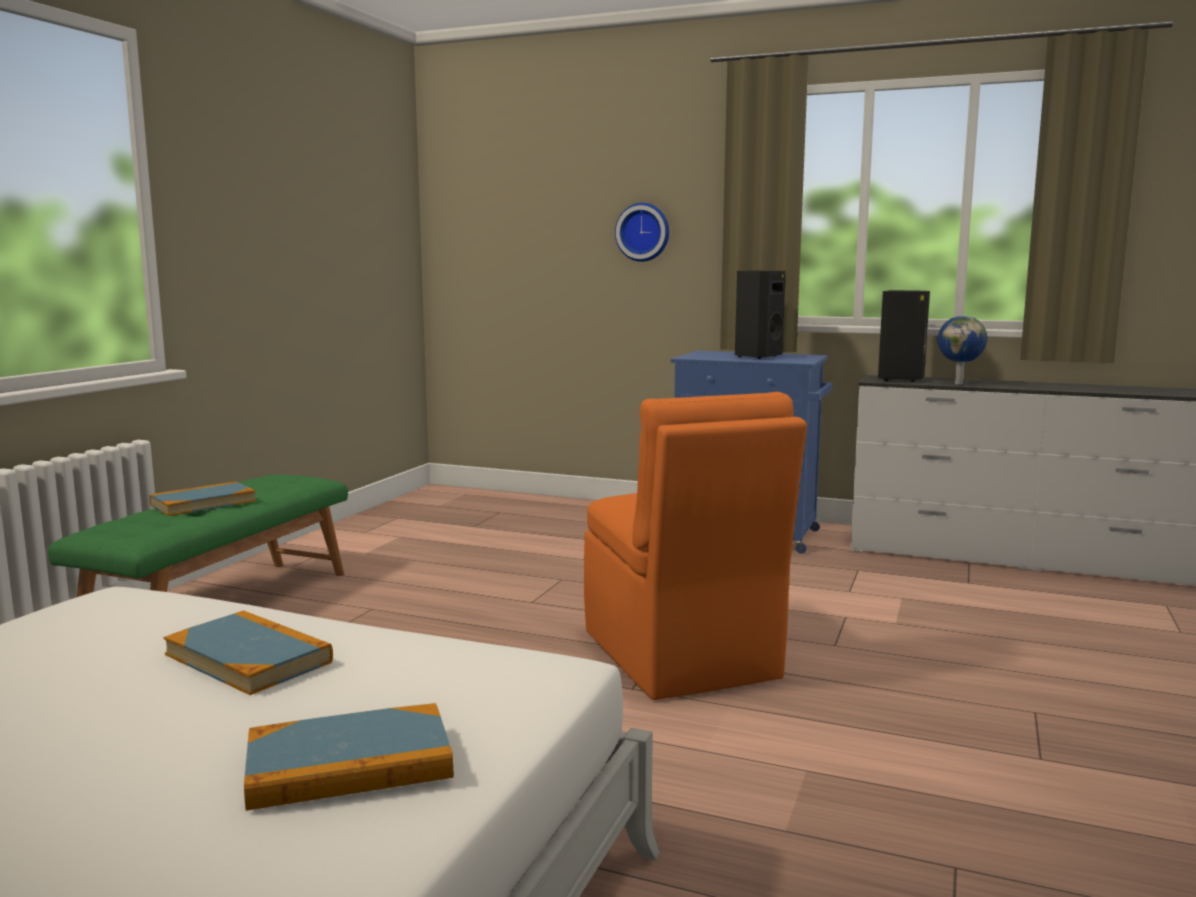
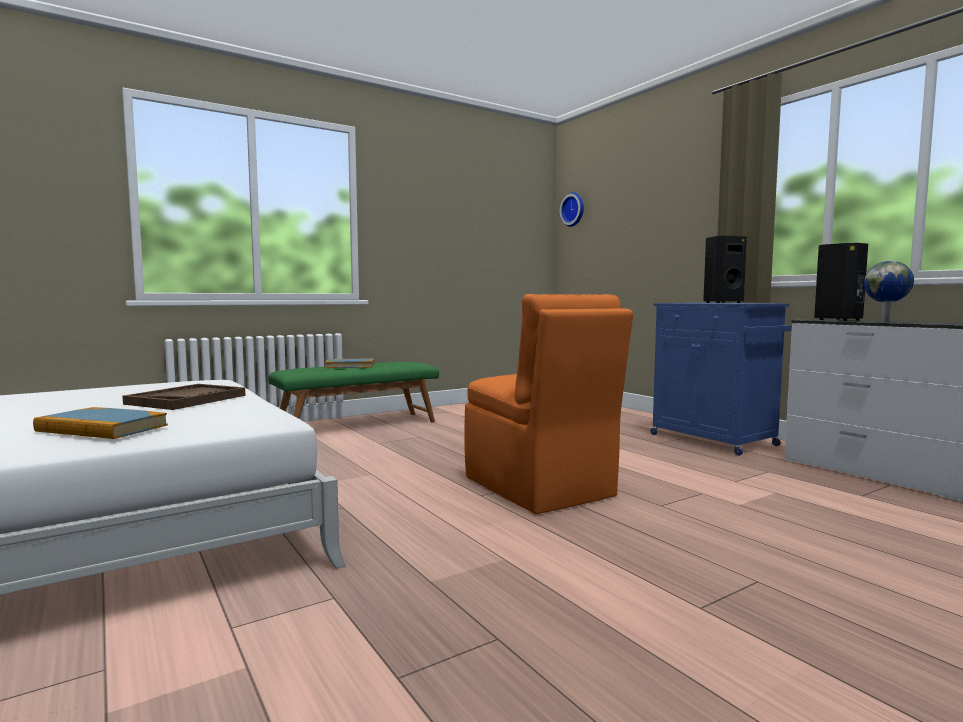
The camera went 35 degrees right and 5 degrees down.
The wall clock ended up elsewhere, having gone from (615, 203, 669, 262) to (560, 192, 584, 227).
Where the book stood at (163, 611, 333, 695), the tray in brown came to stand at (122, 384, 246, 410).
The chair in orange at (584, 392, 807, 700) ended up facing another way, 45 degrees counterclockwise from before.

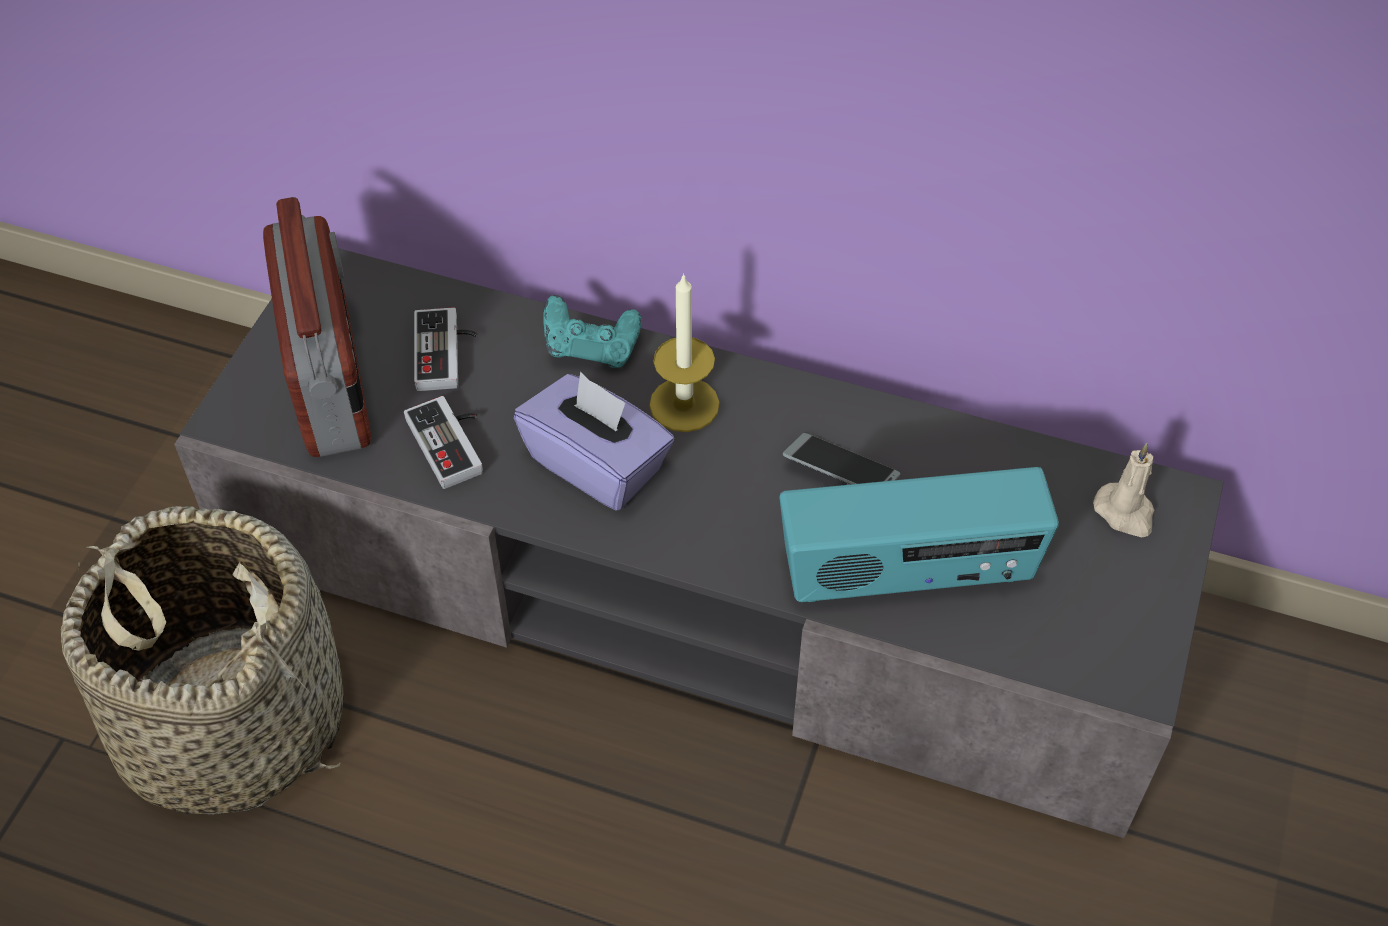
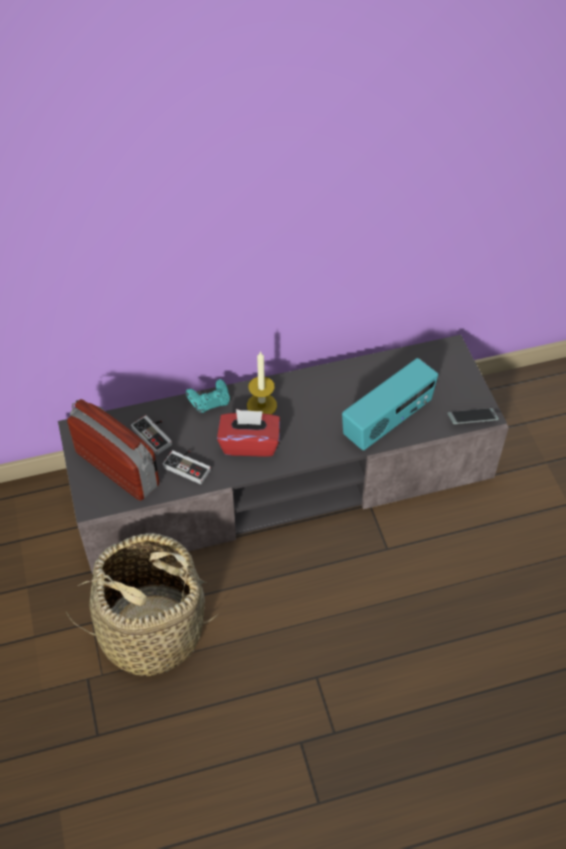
The camera went 35 degrees left and 0 degrees up.
The second view lost the candle in beige at (1093, 443, 1155, 537).
The phone ended up elsewhere, having gone from (783, 433, 900, 484) to (447, 408, 499, 424).
What was the tissue box in purple at (514, 371, 674, 511) turned into the tissue box in red at (217, 409, 280, 457).

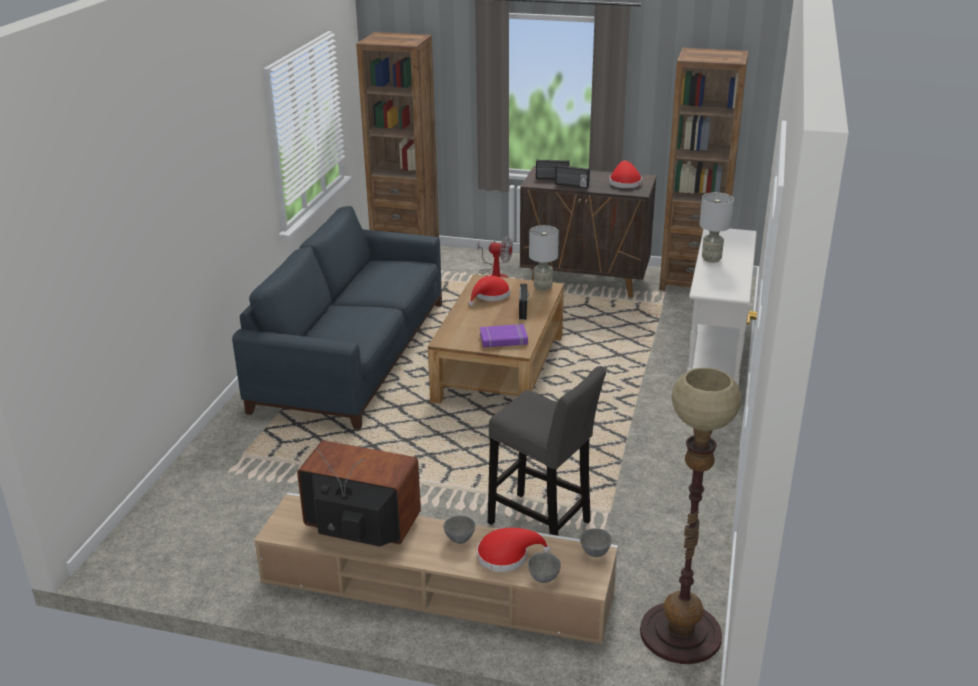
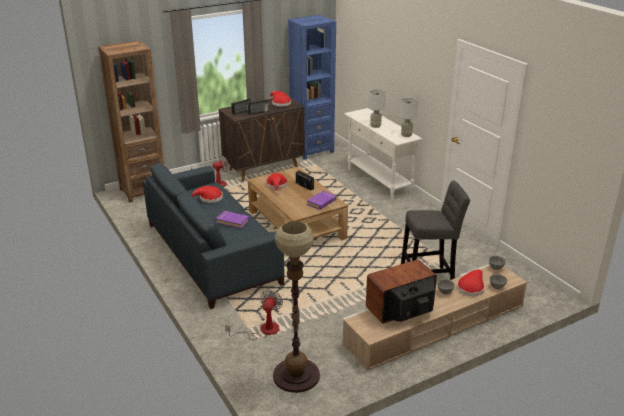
The camera went 45 degrees left and 0 degrees up.
The second view gained the hat in red at (192, 186, 223, 203).
The second view gained the book in purple at (216, 211, 249, 229).
The second view gained the fan at (225, 290, 283, 340).
The table lamp in grey ended up elsewhere, having gone from (529, 225, 559, 291) to (399, 98, 418, 137).
The floor lamp ended up elsewhere, having gone from (640, 368, 742, 664) to (273, 221, 320, 393).
What was the bookcase in brown at (659, 48, 748, 291) turned into the bookcase in blue at (288, 15, 336, 160).

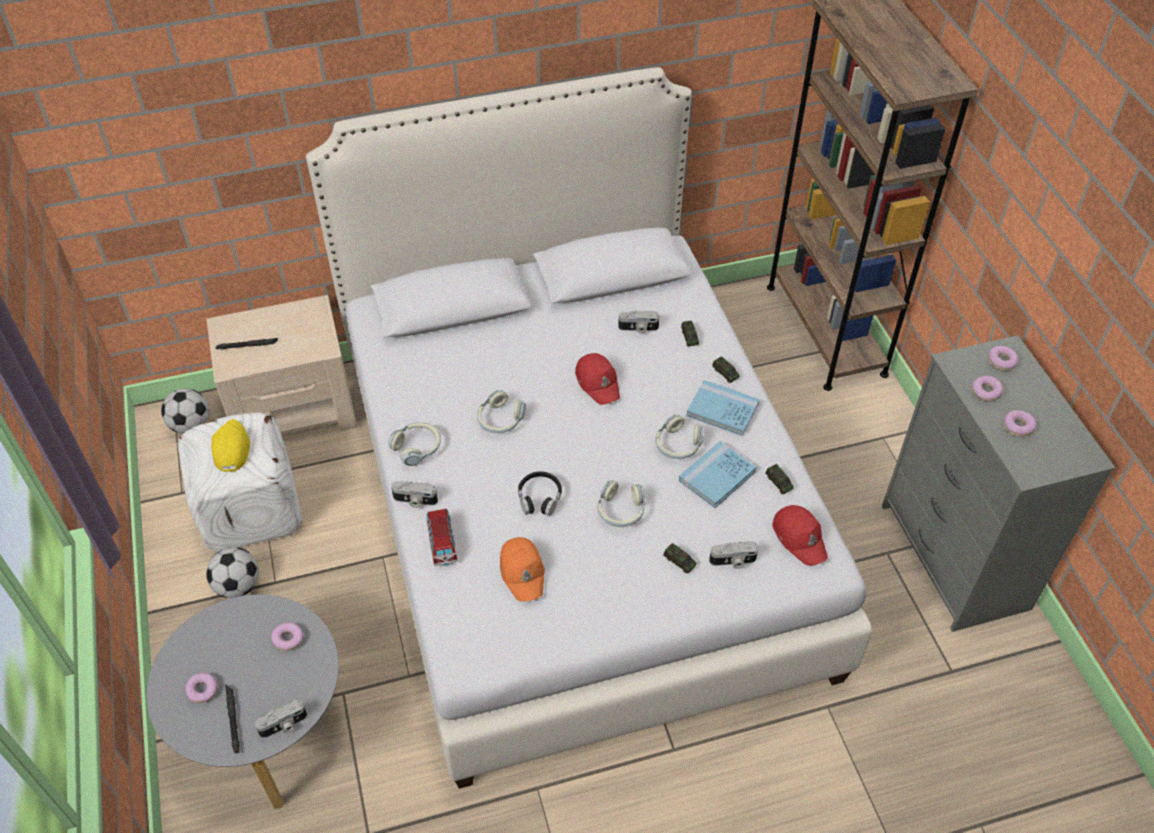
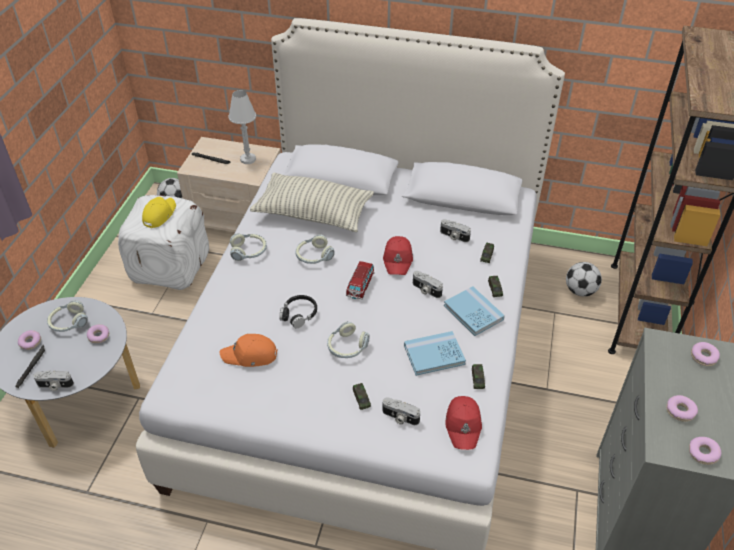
The camera went 30 degrees right and 5 degrees down.
The second view gained the table lamp in white at (228, 90, 256, 164).
The second view gained the pillow at (250, 173, 374, 232).
The football ended up elsewhere, having gone from (206, 547, 259, 598) to (566, 262, 602, 296).
The photo camera ended up elsewhere, having gone from (391, 481, 438, 508) to (413, 271, 443, 298).
The toy car ended up elsewhere, having gone from (426, 509, 458, 566) to (346, 261, 375, 300).
The headphones ended up elsewhere, having gone from (655, 414, 704, 459) to (47, 300, 88, 332).
The donut ended up elsewhere, having gone from (972, 376, 1003, 402) to (689, 437, 721, 465).
The cap in orange at (500, 537, 545, 602) ended up facing another way, 75 degrees clockwise from before.

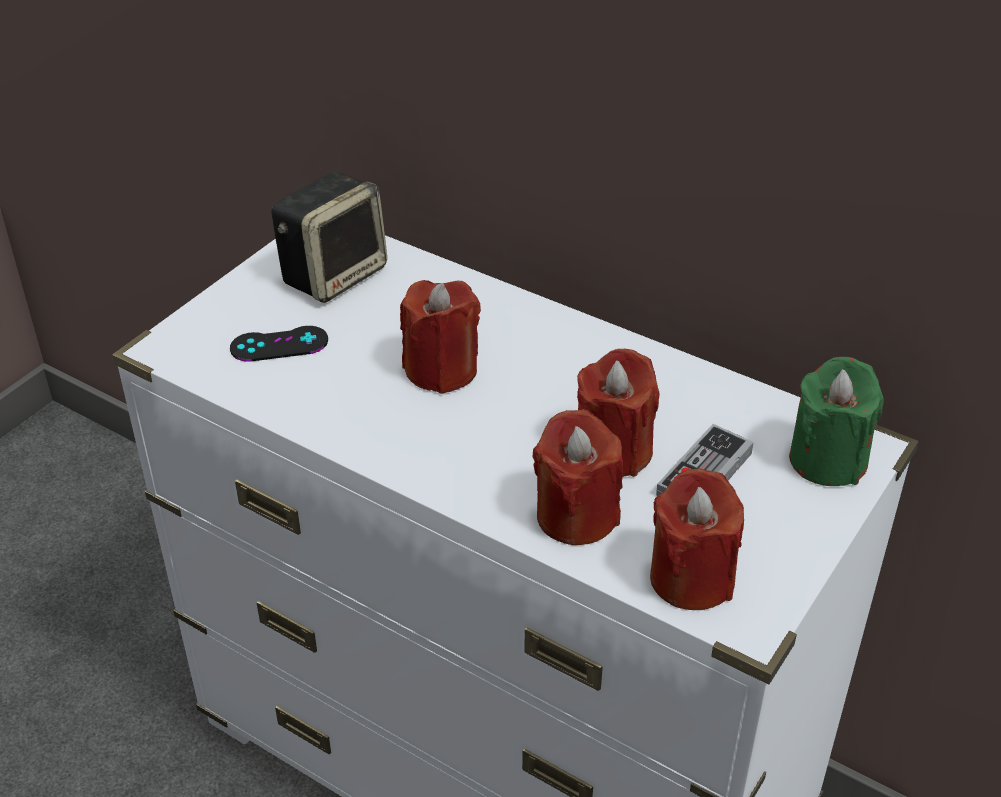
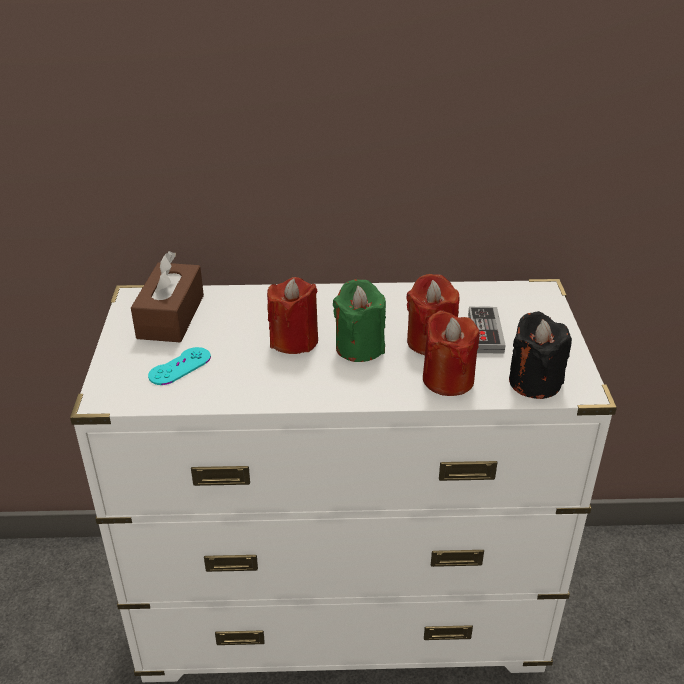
The camera went 35 degrees left and 5 degrees down.
The candle in green ended up elsewhere, having gone from (789, 357, 884, 486) to (333, 279, 386, 362).
Where the speaker stood at (271, 172, 387, 303), the tissue box in brown came to stand at (131, 251, 204, 343).
What was the game controller in black at (230, 326, 328, 362) turned into the game controller in turquoise at (148, 347, 211, 385).
What was the candle in red at (650, 468, 744, 610) turned into the candle in black at (509, 312, 572, 399).

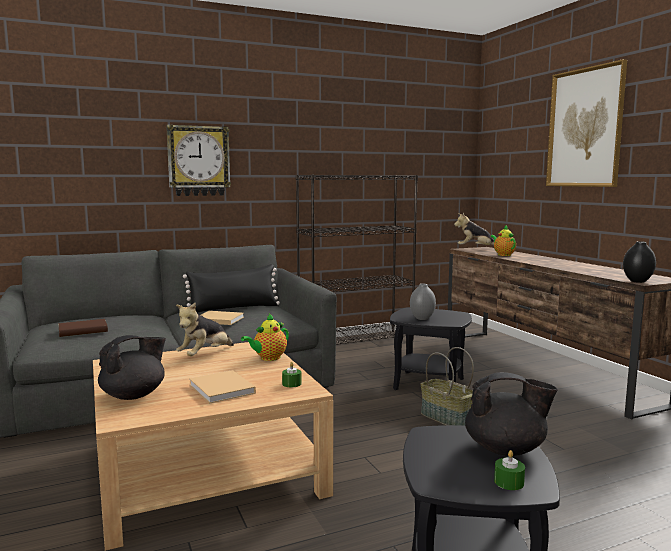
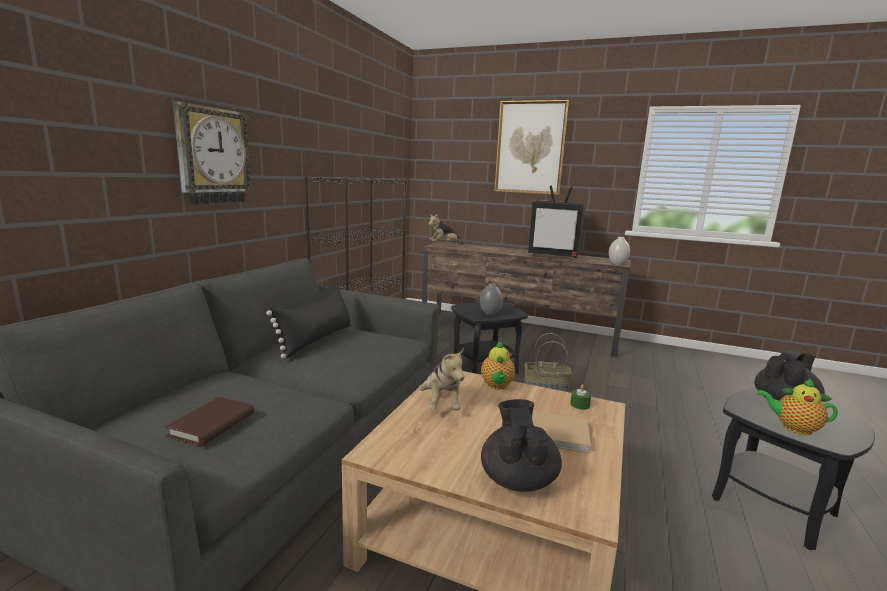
The camera went 45 degrees left and 5 degrees up.
The second view lost the book in beige at (201, 311, 244, 325).
The second view lost the candle in green at (494, 450, 525, 490).
The second view gained the television at (528, 185, 586, 258).
The teapot ended up elsewhere, having gone from (490, 226, 516, 256) to (756, 378, 838, 435).
What was the vase in black at (623, 241, 656, 283) turned into the vase in white at (609, 237, 630, 265).

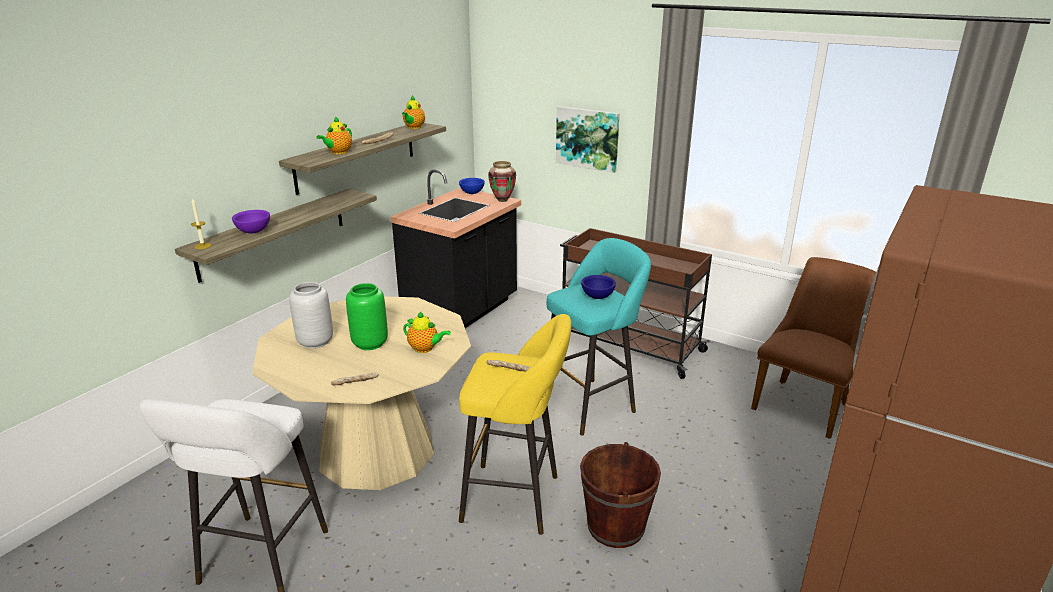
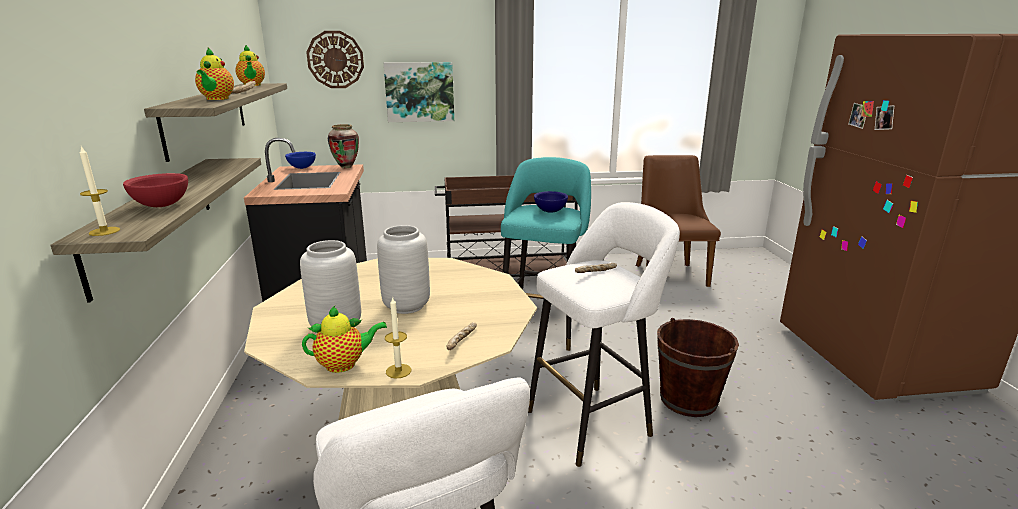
The camera went 40 degrees left and 5 degrees down.
The second view gained the wall clock at (306, 31, 364, 88).
The second view gained the candle at (385, 296, 411, 378).
The teapot ended up elsewhere, having gone from (403, 312, 451, 353) to (302, 306, 387, 373).
What was the bowl in purple at (232, 210, 270, 233) turned into the bowl in red at (123, 173, 188, 207).
What was the vase in green at (346, 283, 388, 350) turned into the vase in grey at (377, 225, 430, 314).
What was the stool in yellow at (459, 314, 571, 535) turned into the stool in white at (528, 202, 680, 467).

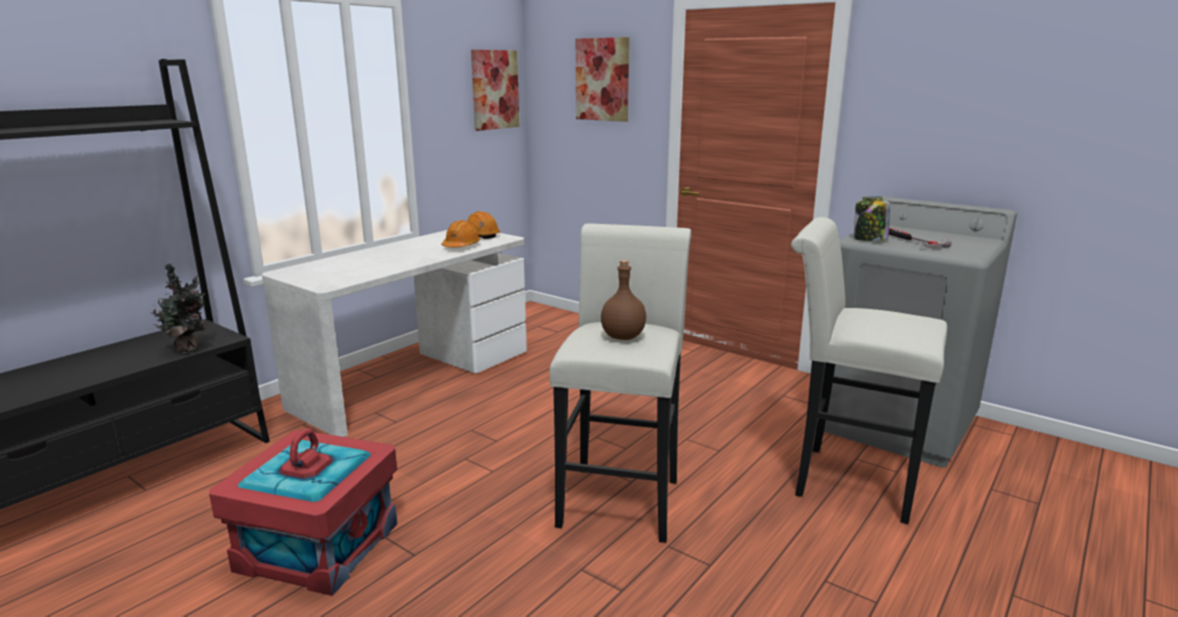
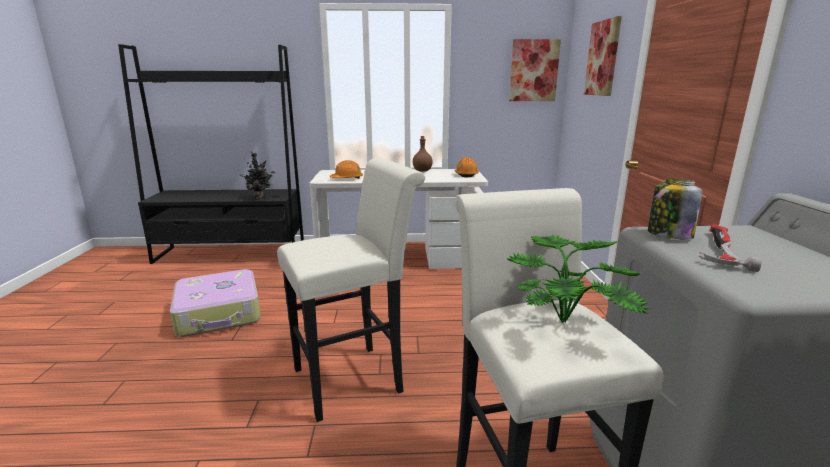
The camera went 50 degrees right and 0 degrees up.
The second view gained the potted plant at (507, 235, 650, 323).
The hard hat in orange ended up elsewhere, having gone from (441, 220, 480, 247) to (330, 160, 363, 179).
The bottle in brown ended up elsewhere, having gone from (601, 260, 646, 340) to (413, 136, 433, 172).
Where the storage box in red stood at (209, 428, 398, 596), the suitcase came to stand at (170, 269, 261, 337).

